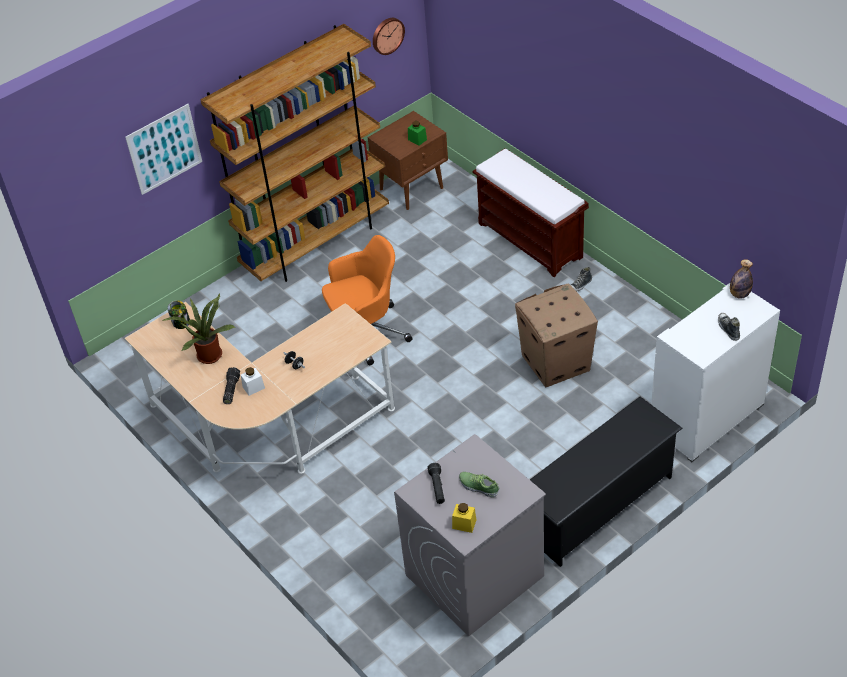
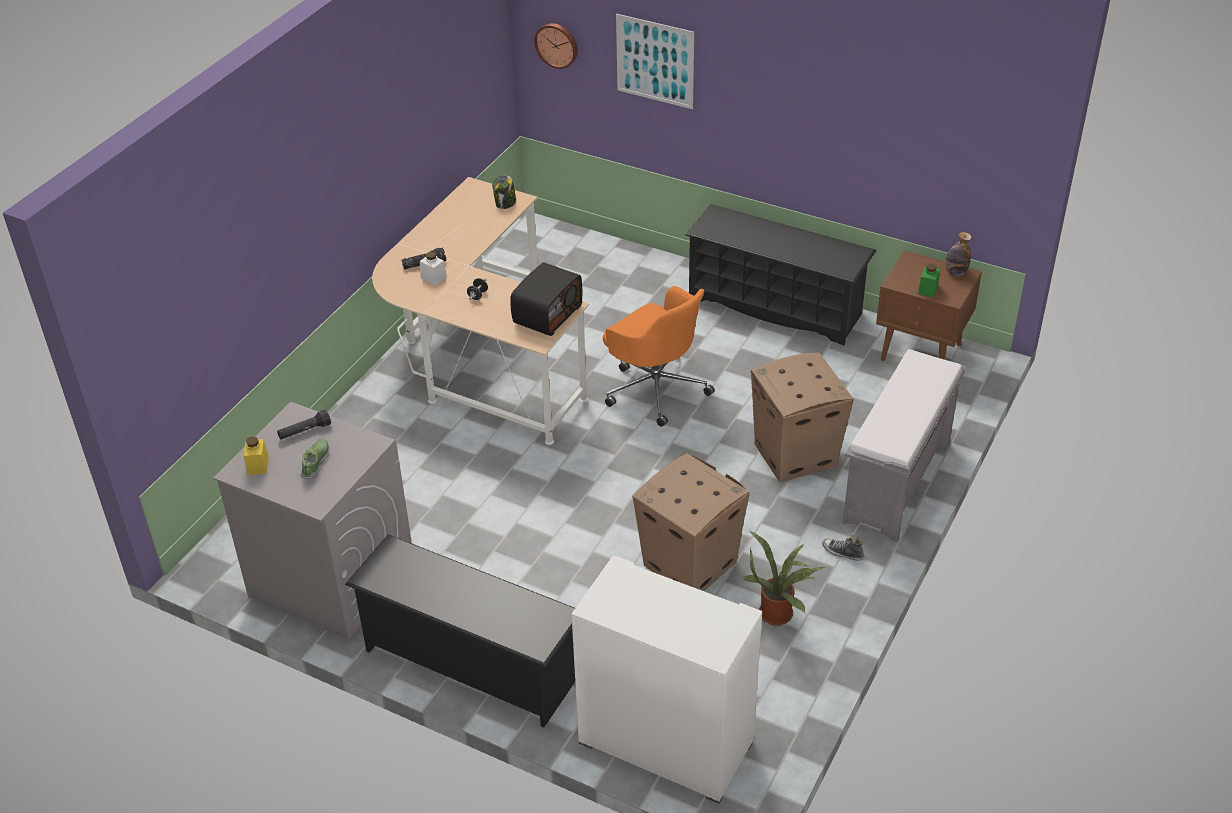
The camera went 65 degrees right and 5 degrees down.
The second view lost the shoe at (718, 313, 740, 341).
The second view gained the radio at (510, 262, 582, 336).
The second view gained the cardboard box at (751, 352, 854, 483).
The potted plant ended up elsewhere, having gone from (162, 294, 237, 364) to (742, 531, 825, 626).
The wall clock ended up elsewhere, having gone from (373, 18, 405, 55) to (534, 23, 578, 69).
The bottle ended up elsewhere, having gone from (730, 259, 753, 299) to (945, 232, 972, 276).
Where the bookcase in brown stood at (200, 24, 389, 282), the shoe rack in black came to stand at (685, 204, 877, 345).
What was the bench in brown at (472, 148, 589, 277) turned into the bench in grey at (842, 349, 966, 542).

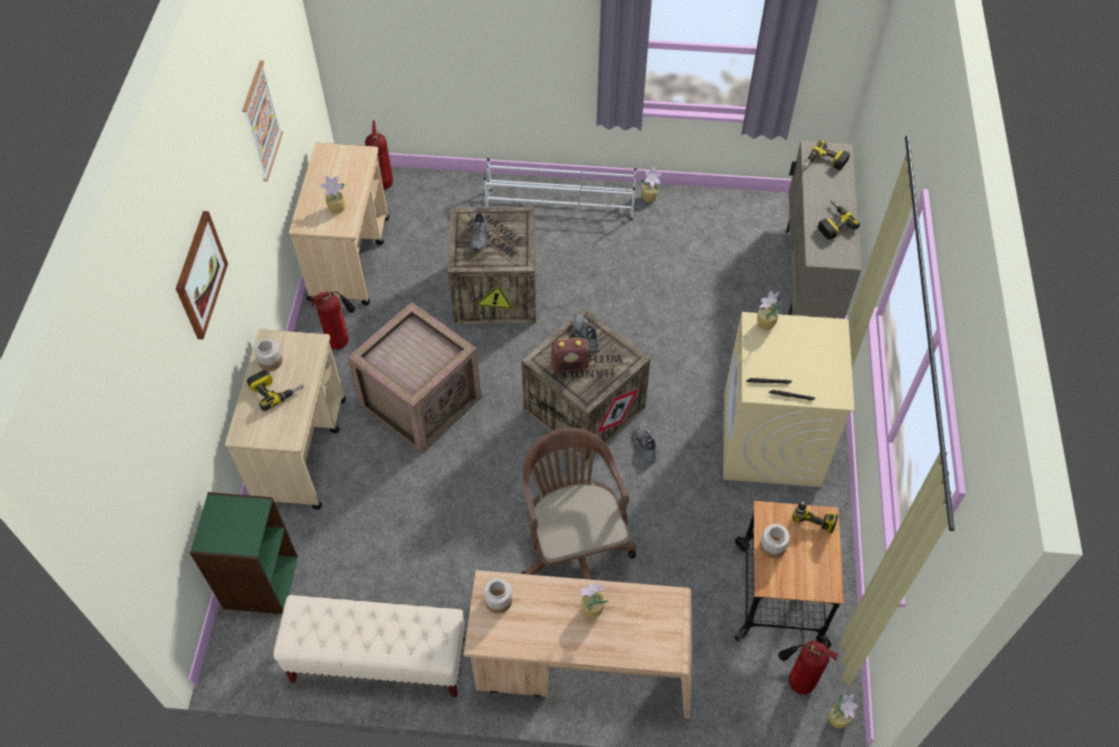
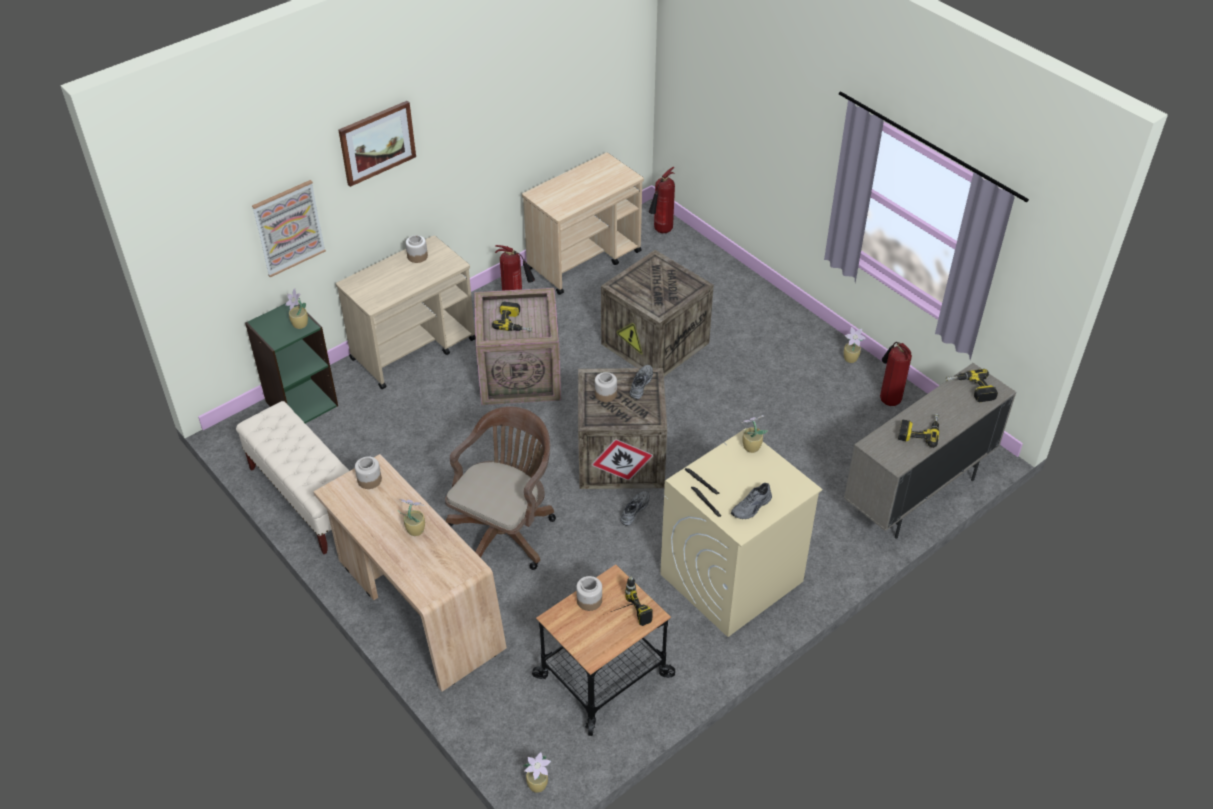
The camera went 45 degrees right and 10 degrees down.
The second view lost the shoe rack in white at (484, 158, 637, 220).
The picture ended up elsewhere, having gone from (242, 60, 283, 181) to (252, 180, 326, 277).
The power drill ended up elsewhere, having gone from (247, 370, 304, 411) to (492, 301, 532, 332).
The potted plant ended up elsewhere, having gone from (320, 175, 345, 214) to (285, 288, 308, 329).
The shoe in grey ended up elsewhere, having gone from (470, 213, 488, 251) to (731, 483, 772, 519).
The fire extinguisher ended up elsewhere, having gone from (778, 641, 839, 695) to (880, 342, 912, 406).
Where the radio stood at (551, 338, 589, 372), the jar came to stand at (595, 372, 617, 402).

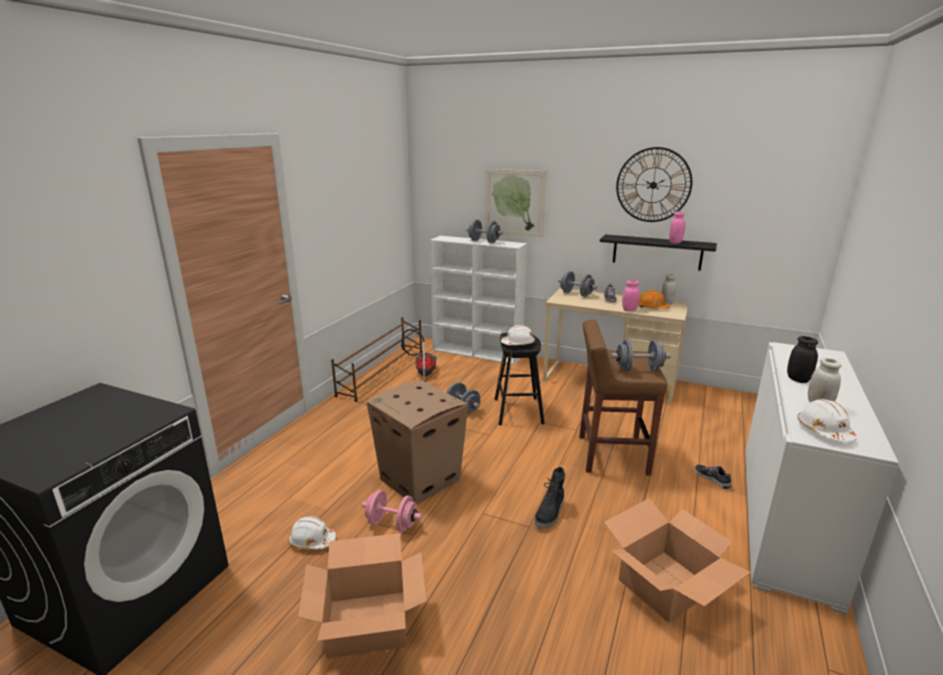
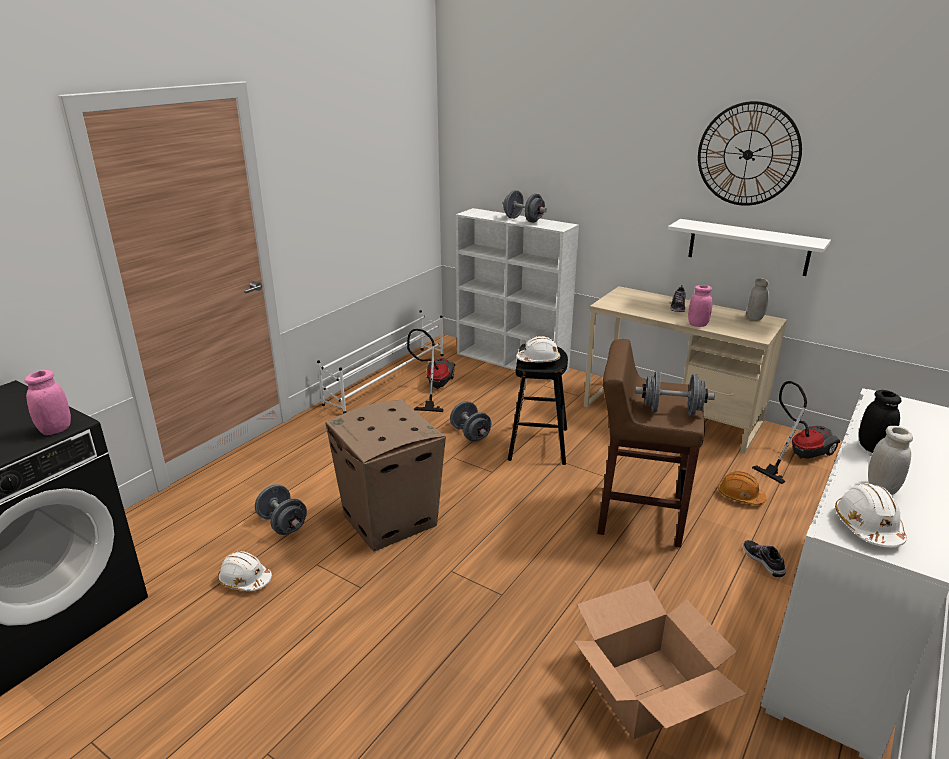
The camera went 10 degrees right and 5 degrees up.
The second view lost the cardboard box at (298, 533, 427, 659).
The second view lost the dumbbell in pink at (362, 490, 422, 532).
The second view lost the picture at (485, 169, 547, 237).
The second view lost the boot in black at (534, 467, 565, 528).
The second view gained the vacuum cleaner at (752, 381, 840, 484).
The dumbbell in grey ended up elsewhere, having gone from (558, 271, 597, 297) to (255, 484, 307, 535).
The hard hat in orange ended up elsewhere, having gone from (639, 290, 670, 309) to (718, 471, 767, 505).
The jar in pink ended up elsewhere, having gone from (669, 211, 685, 244) to (24, 370, 71, 435).
What was the shoe rack in brown at (331, 317, 422, 402) turned into the shoe rack in white at (317, 310, 444, 414).
What was the shelf in black at (600, 234, 717, 271) turned into the shelf in white at (668, 219, 831, 276).

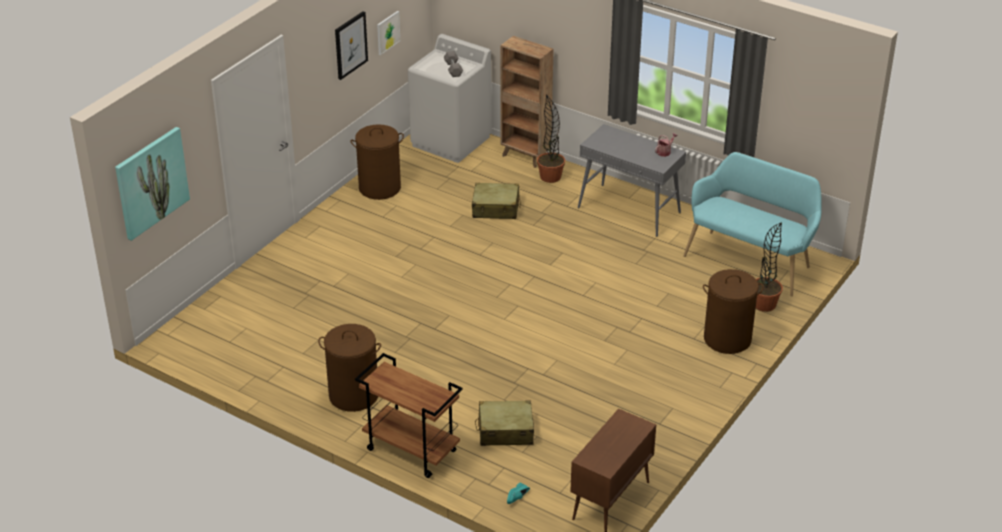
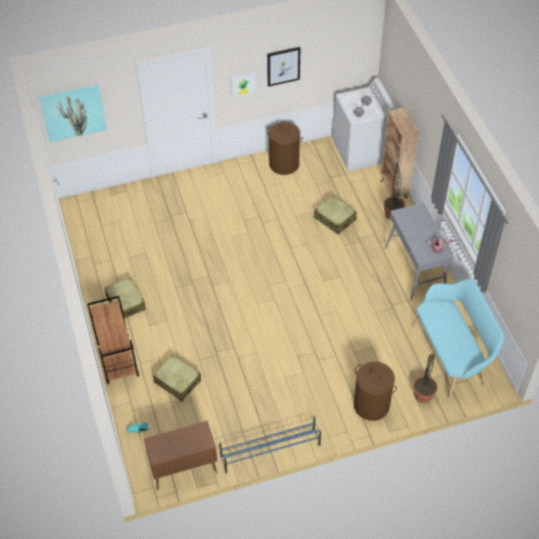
The camera went 40 degrees right and 15 degrees up.
The second view gained the shoe rack in blue at (219, 416, 321, 473).
The picture ended up elsewhere, having gone from (377, 11, 400, 55) to (231, 72, 256, 98).
Where the laundry basket in brown stood at (318, 324, 381, 412), the suitcase in beige came to stand at (104, 277, 146, 318).

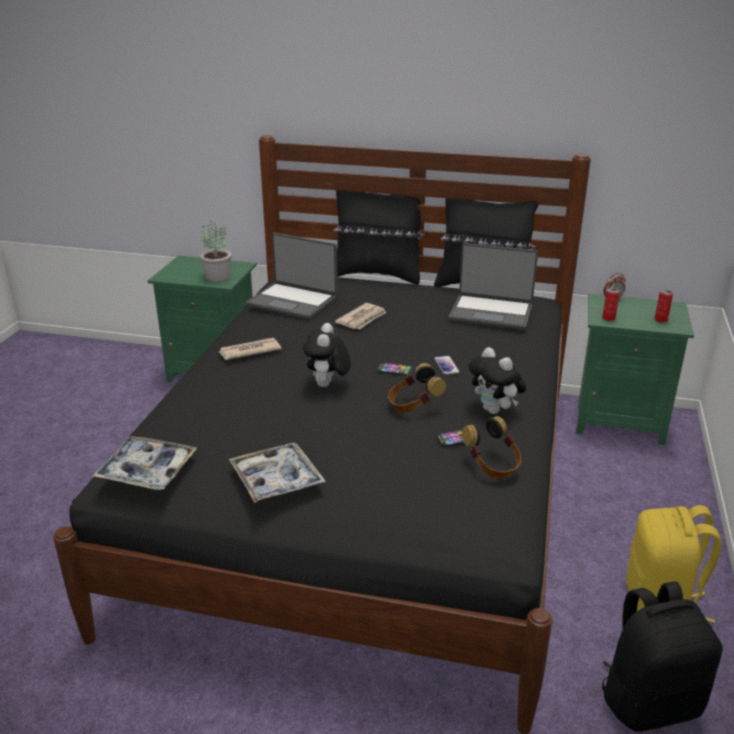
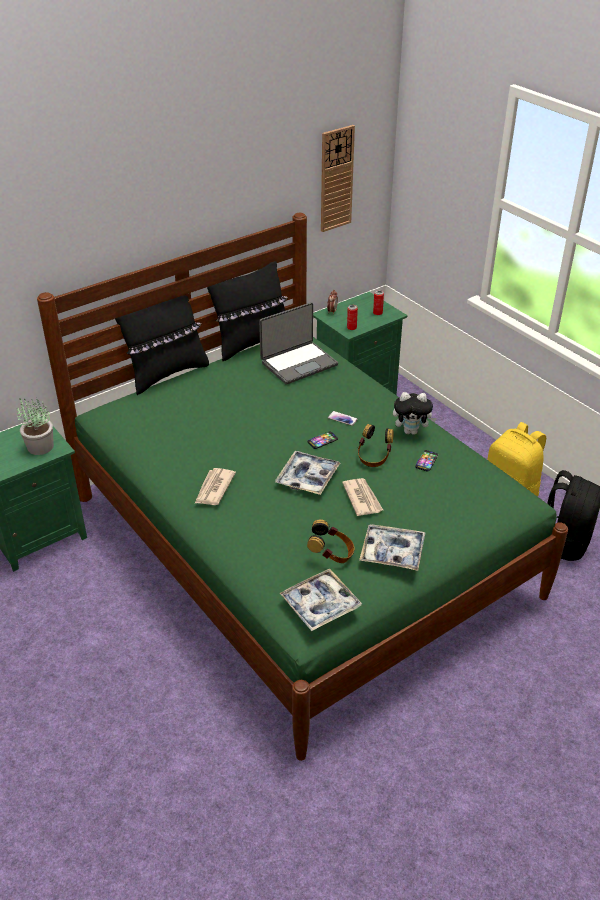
The camera went 50 degrees left and 10 degrees up.
The second view lost the laptop at (246, 233, 338, 320).
The second view gained the wall clock at (321, 125, 355, 232).
The newspaper ended up elsewhere, having gone from (335, 303, 387, 329) to (342, 478, 383, 516).
The headphones ended up elsewhere, having gone from (462, 416, 521, 479) to (307, 519, 355, 563).
Where the plush toy stood at (303, 323, 351, 387), the tray came to stand at (275, 451, 340, 495).
What was the bed in black at (53, 135, 591, 734) turned into the bed in green at (37, 213, 568, 761).

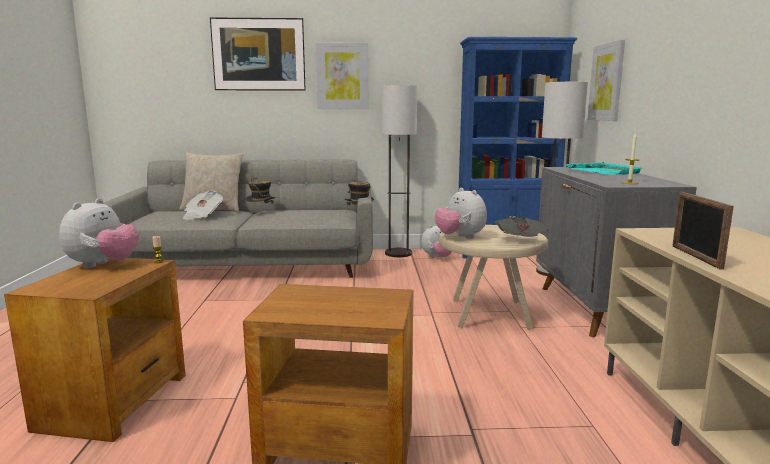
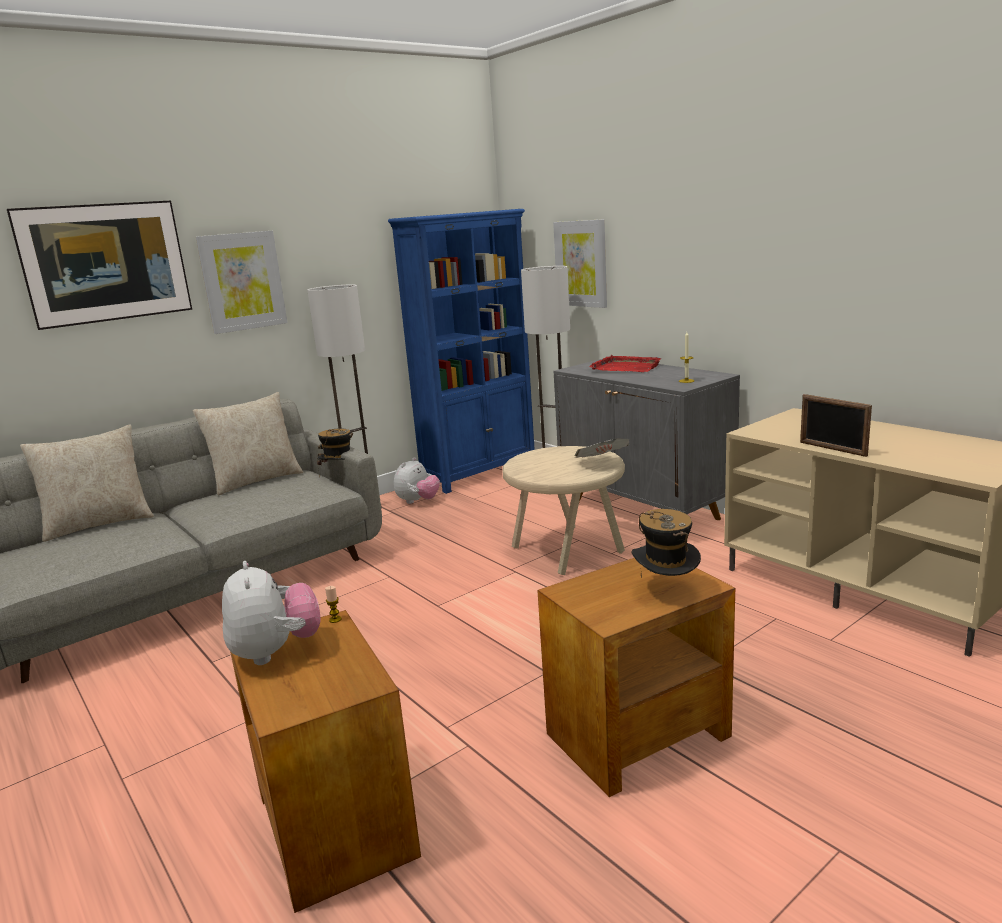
The camera went 35 degrees left and 5 degrees up.
The second view lost the newspaper at (183, 190, 223, 220).
The second view lost the plush toy at (435, 188, 487, 239).
The second view gained the pillow in beige at (193, 392, 303, 495).
The hat ended up elsewhere, having gone from (246, 177, 275, 209) to (632, 509, 701, 579).
What was the tray in turquoise at (566, 162, 642, 175) turned into the tray in red at (589, 355, 662, 372).

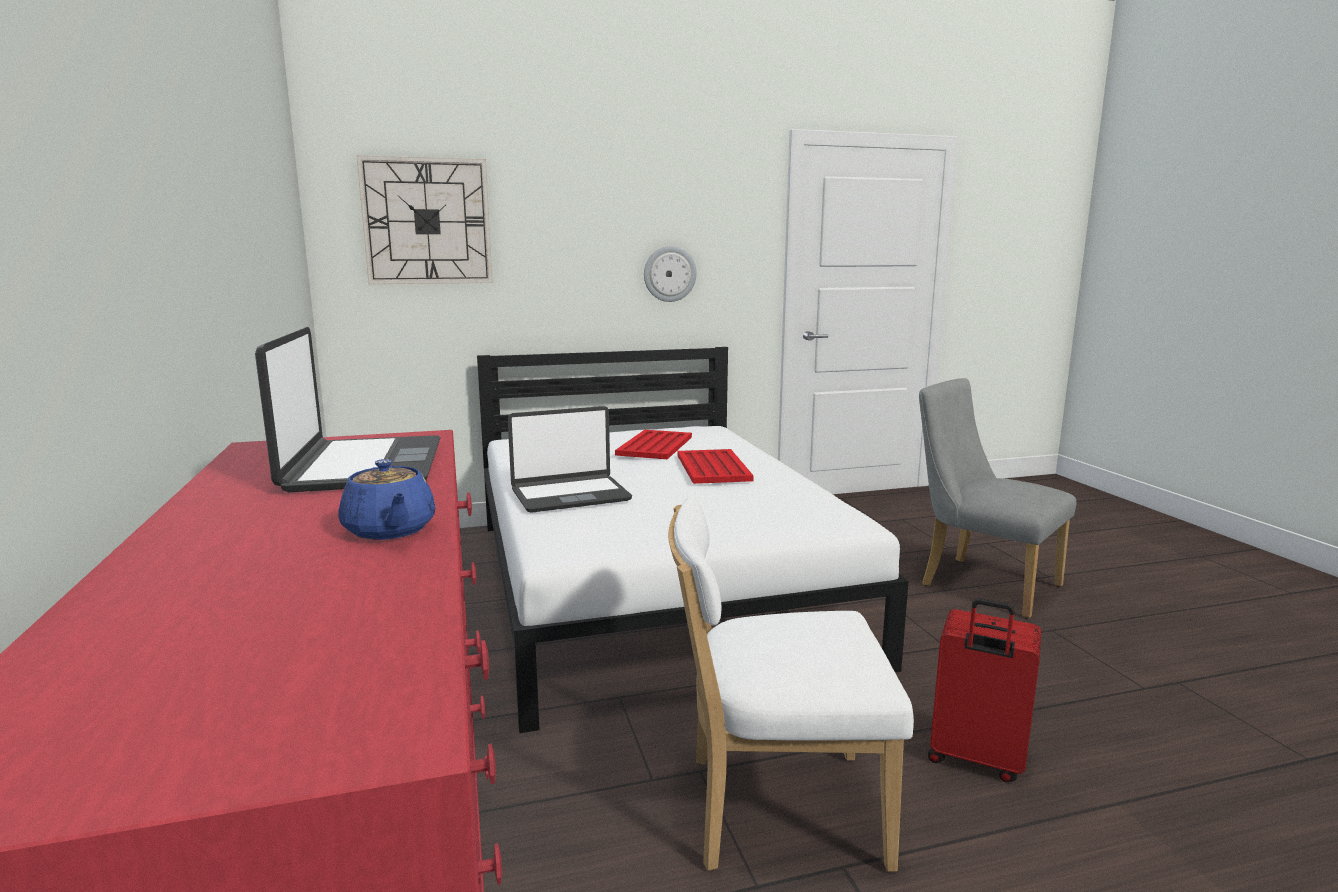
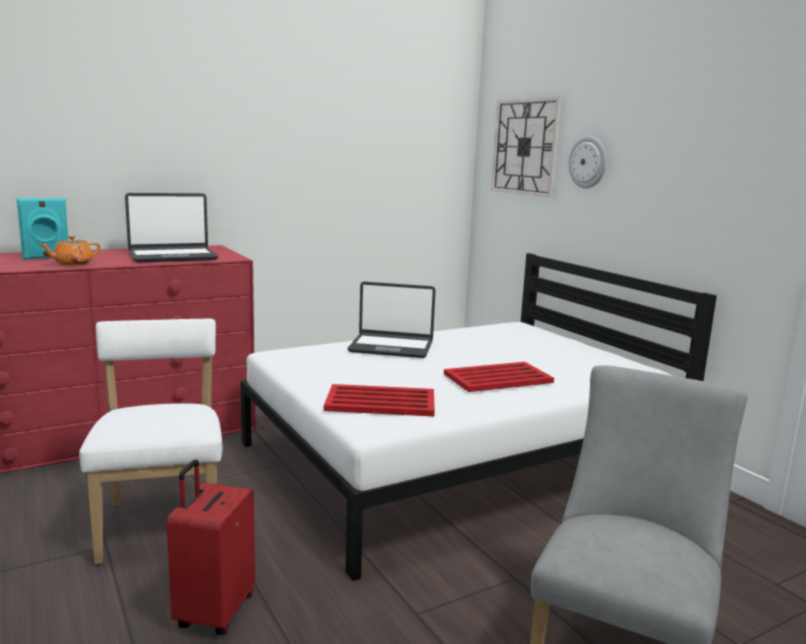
The camera went 75 degrees right and 0 degrees up.
The second view gained the speaker in turquoise at (16, 198, 68, 260).
The tray in red ended up elsewhere, having gone from (615, 430, 692, 459) to (324, 384, 435, 416).
The wall clock ended up elsewhere, having gone from (644, 246, 697, 302) to (568, 136, 606, 189).
What was the teapot in blue at (338, 459, 435, 540) turned into the teapot in orange at (40, 236, 100, 266).
The laptop at (508, 406, 632, 513) ended up facing another way, 45 degrees counterclockwise from before.

